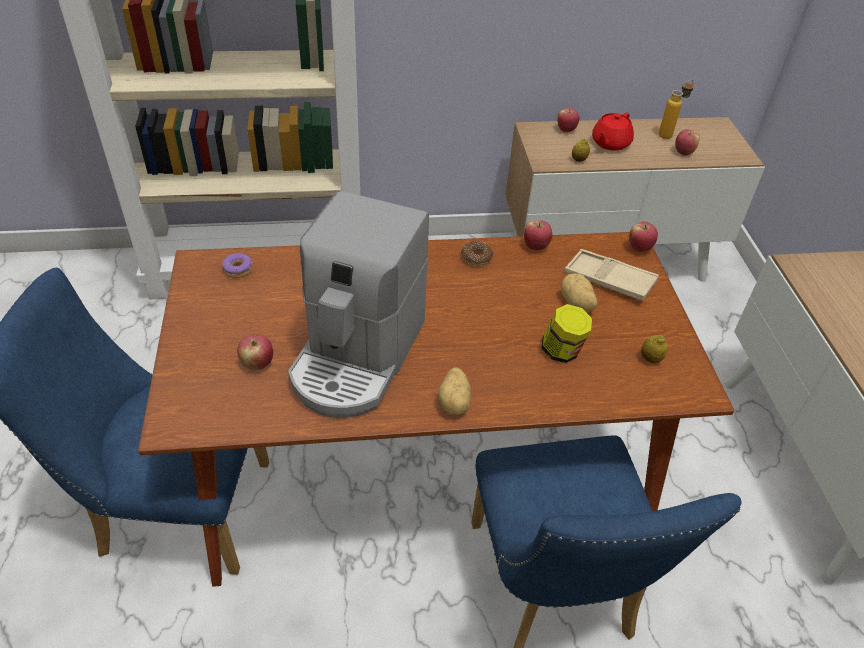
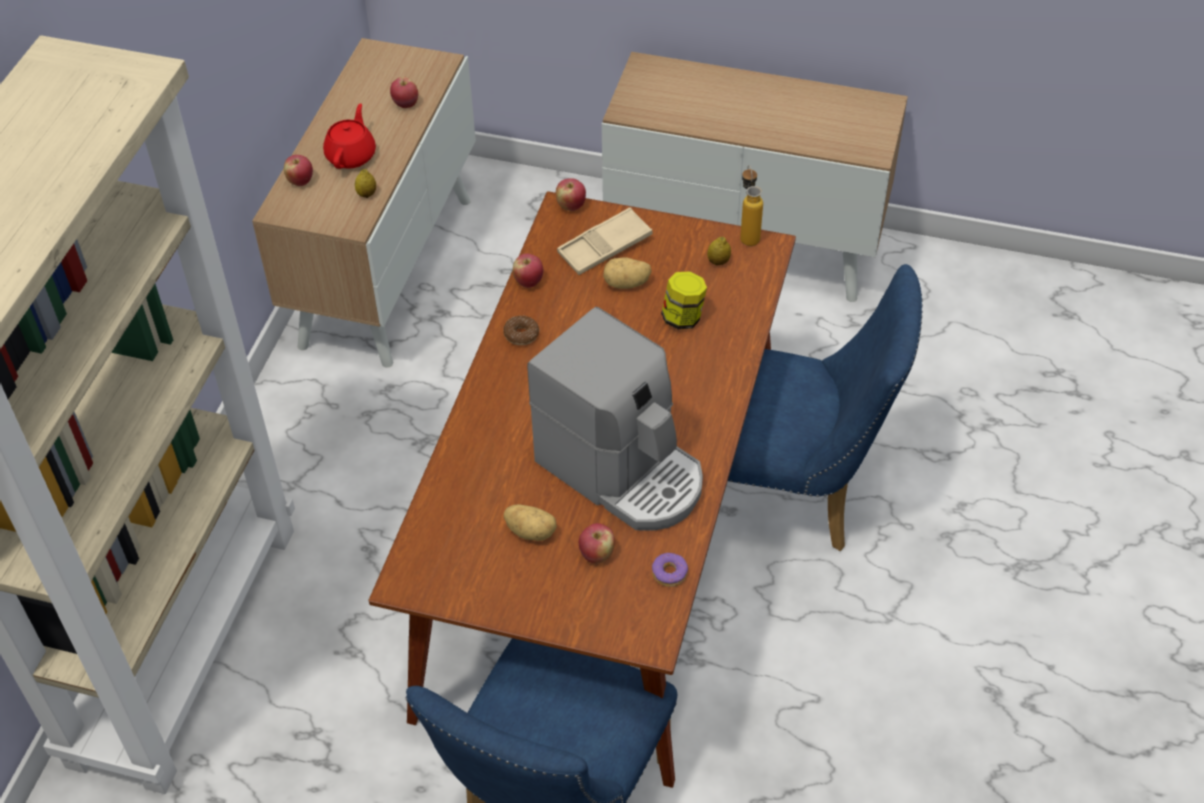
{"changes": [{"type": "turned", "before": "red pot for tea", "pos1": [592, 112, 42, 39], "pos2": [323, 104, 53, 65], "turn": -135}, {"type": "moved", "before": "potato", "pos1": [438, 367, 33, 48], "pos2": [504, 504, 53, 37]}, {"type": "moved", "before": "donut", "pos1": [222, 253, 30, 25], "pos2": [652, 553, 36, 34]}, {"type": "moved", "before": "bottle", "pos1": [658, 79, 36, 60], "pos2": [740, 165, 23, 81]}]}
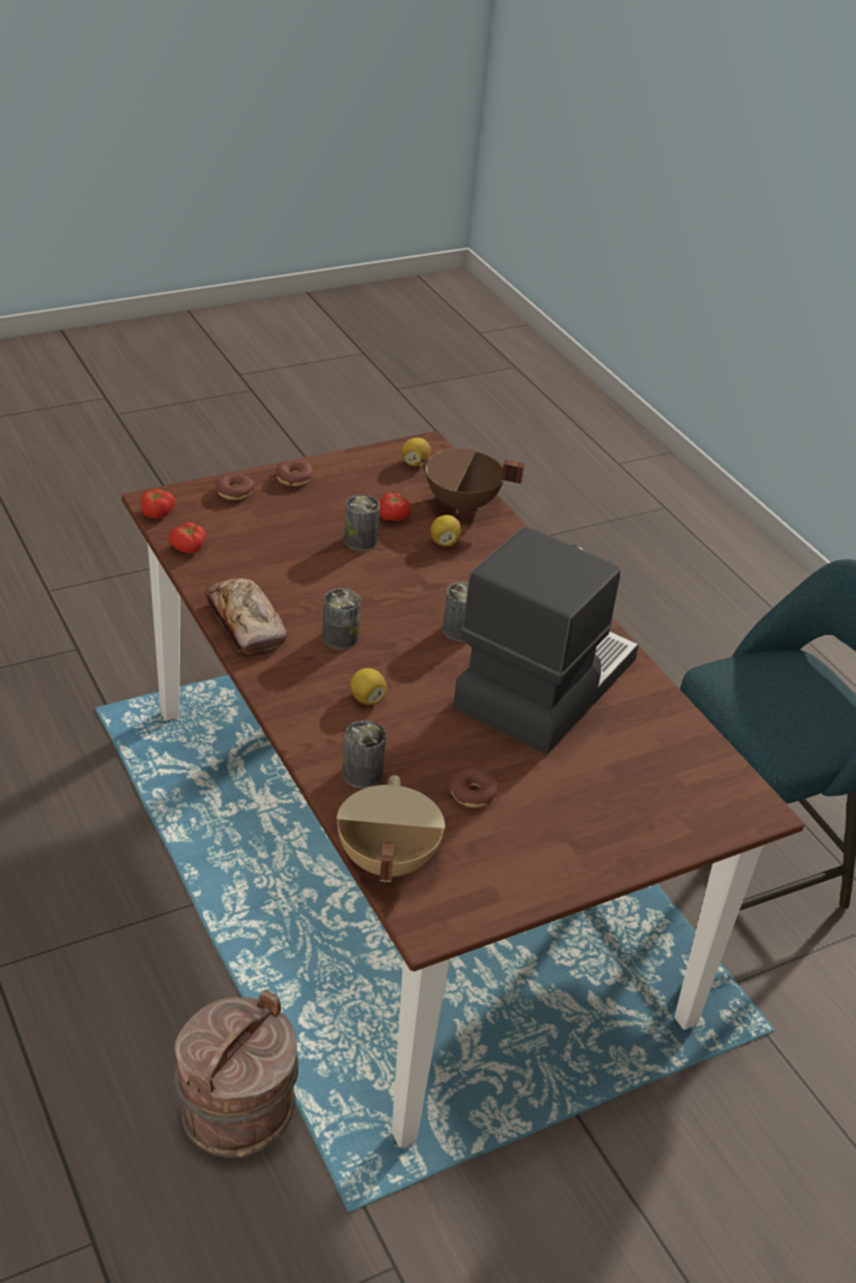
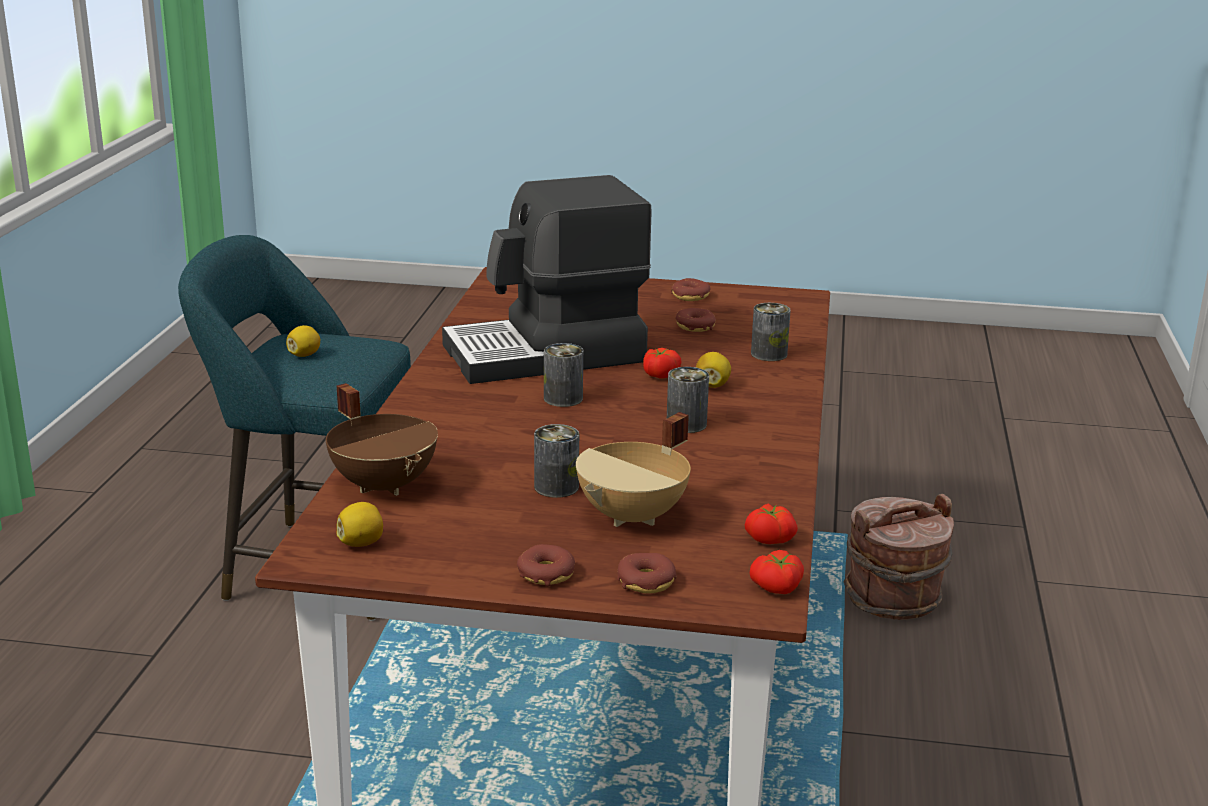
{"changes": [{"type": "moved", "before": "citrus fruit", "pos1": [430, 515, 32, 32], "pos2": [286, 325, 34, 32]}, {"type": "moved", "before": "beige-coloured saucepot", "pos1": [336, 775, 109, 107], "pos2": [576, 412, 115, 115]}, {"type": "moved", "before": "tomato", "pos1": [379, 492, 32, 29], "pos2": [643, 348, 39, 31]}, {"type": "added", "after": "donut", "pos2": [671, 278, 39, 23]}, {"type": "removed", "before": "bakery bread", "pos1": [205, 578, 83, 76]}]}
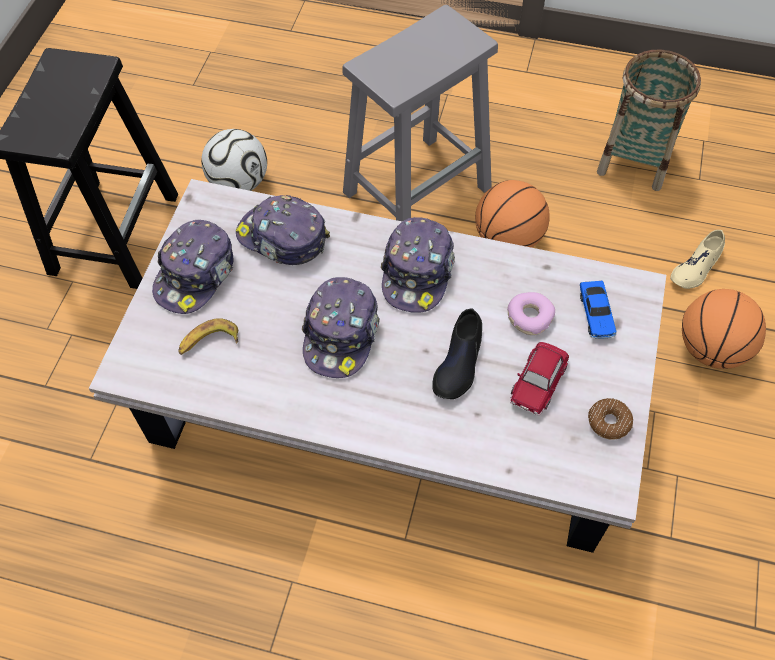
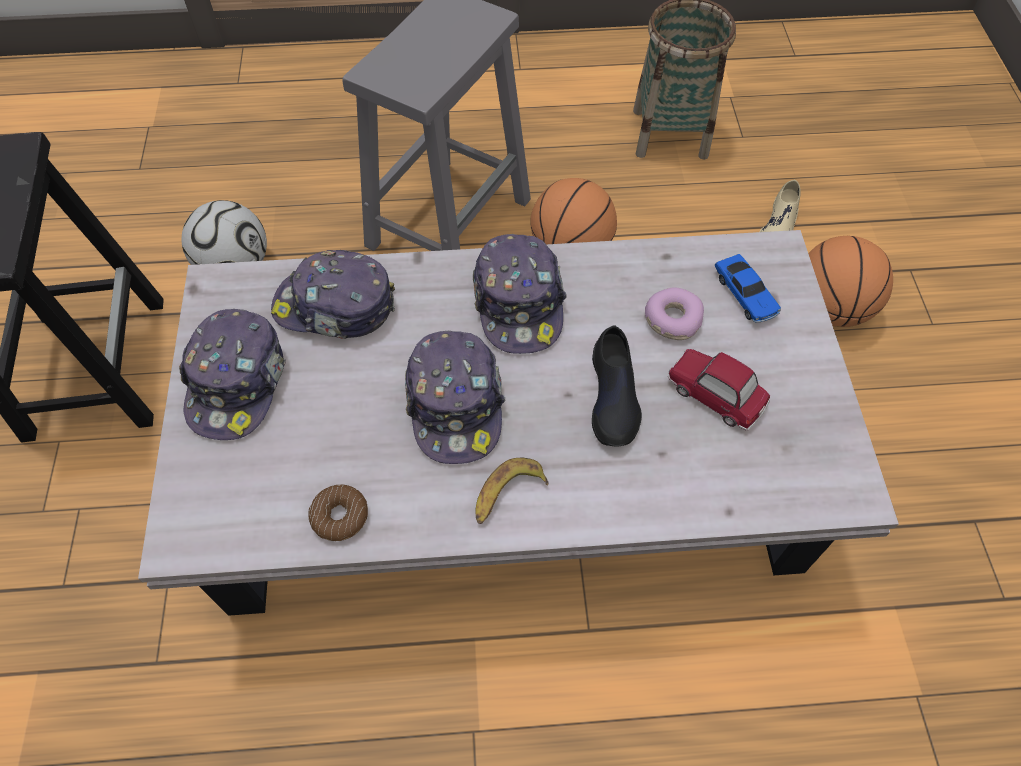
{"changes": [{"type": "moved", "before": "donut", "pos1": [588, 398, 45, 42], "pos2": [309, 485, 59, 56]}, {"type": "moved", "before": "whole banana", "pos1": [178, 318, 60, 37], "pos2": [475, 458, 74, 66]}, {"type": "turned", "before": "miniature car", "pos1": [510, 342, 59, 74], "pos2": [668, 349, 102, 82], "turn": 120}]}
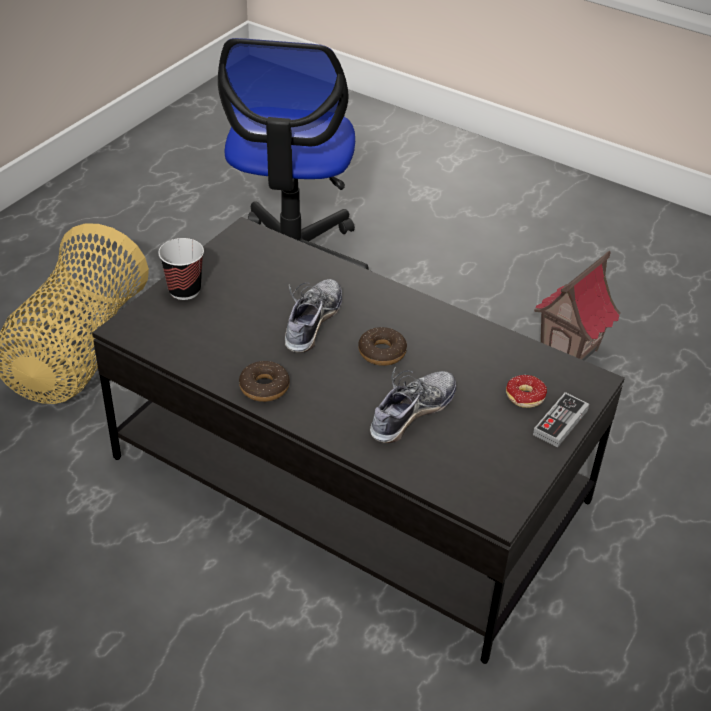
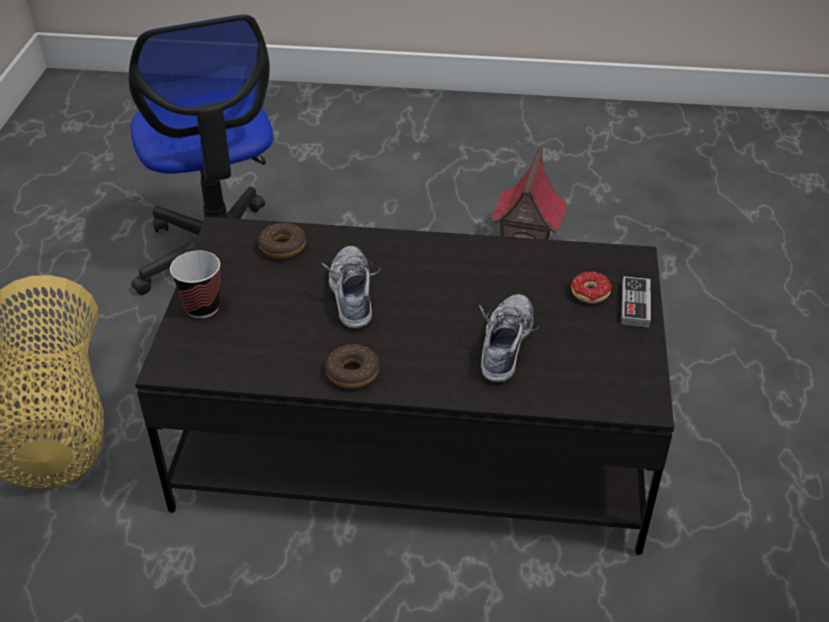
{"changes": [{"type": "moved", "before": "donut", "pos1": [358, 327, 49, 39], "pos2": [258, 223, 48, 36]}]}
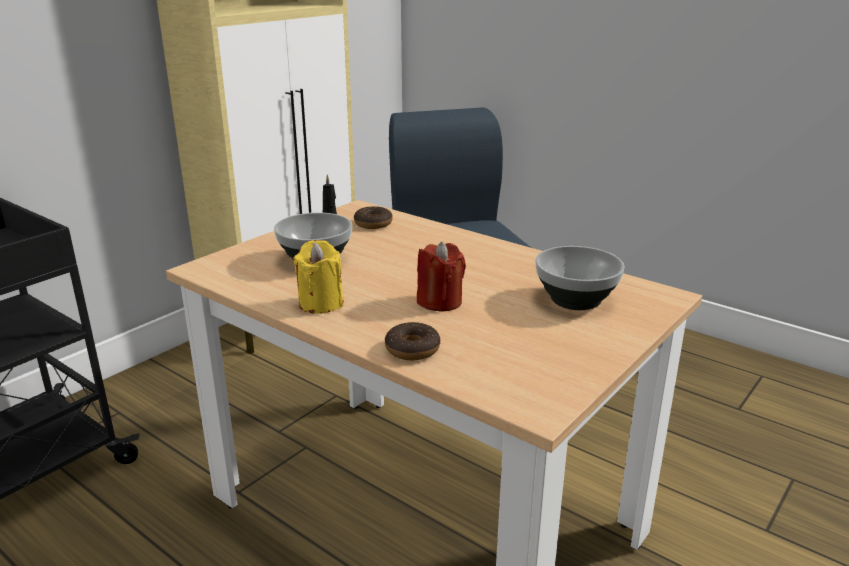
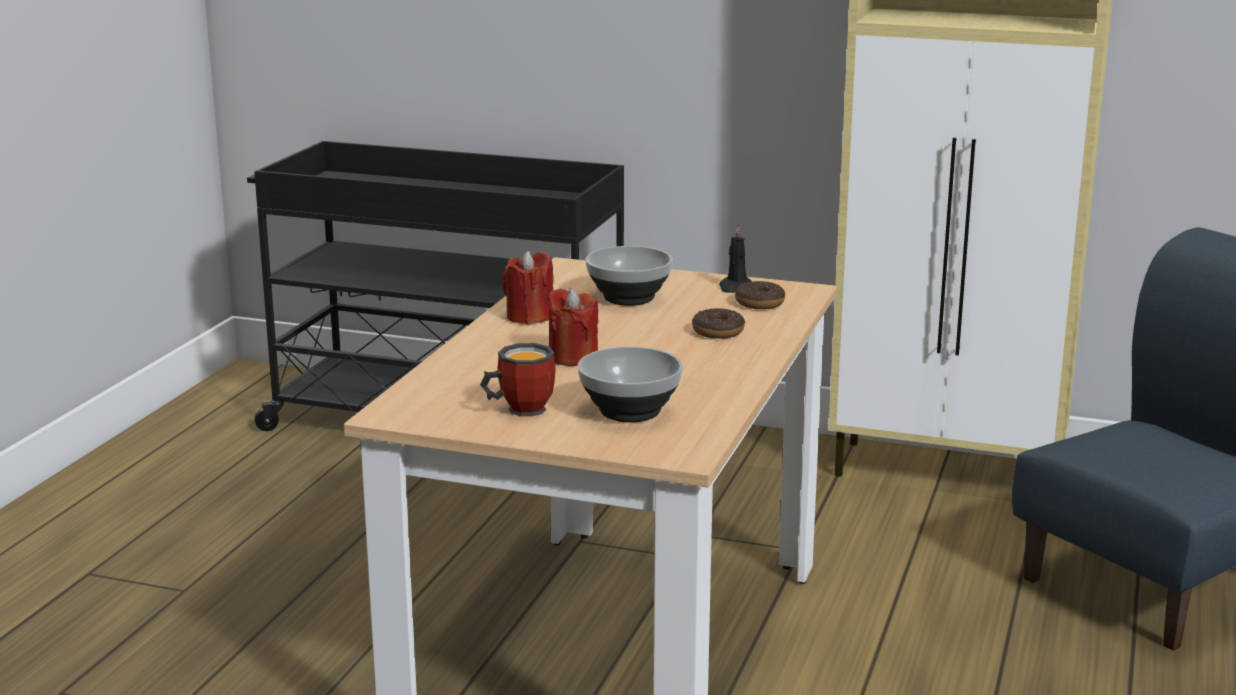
{"changes": [{"type": "added", "after": "coffee mug", "pos2": [480, 343, 76, 74]}, {"type": "recoloured", "before": "yellowish candle", "after": "red candle", "pos1": [293, 240, 51, 74], "pos2": [502, 251, 52, 73]}, {"type": "moved", "before": "donut", "pos1": [385, 322, 55, 38], "pos2": [692, 308, 53, 31]}]}
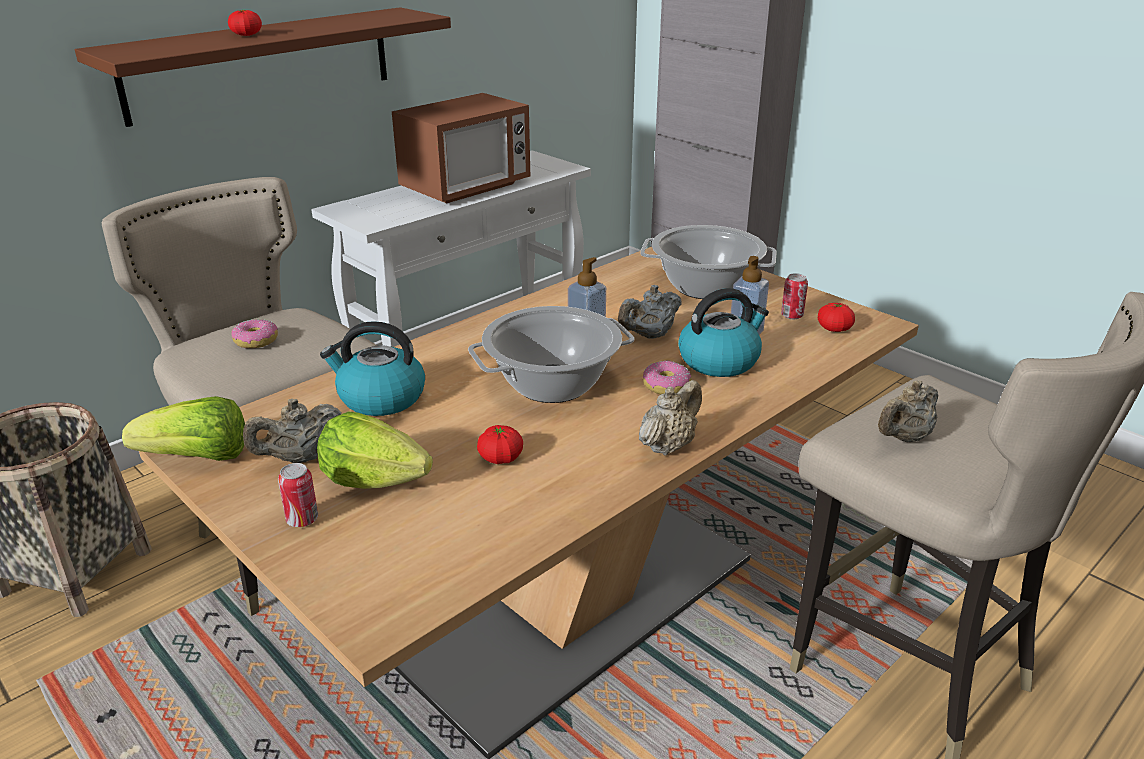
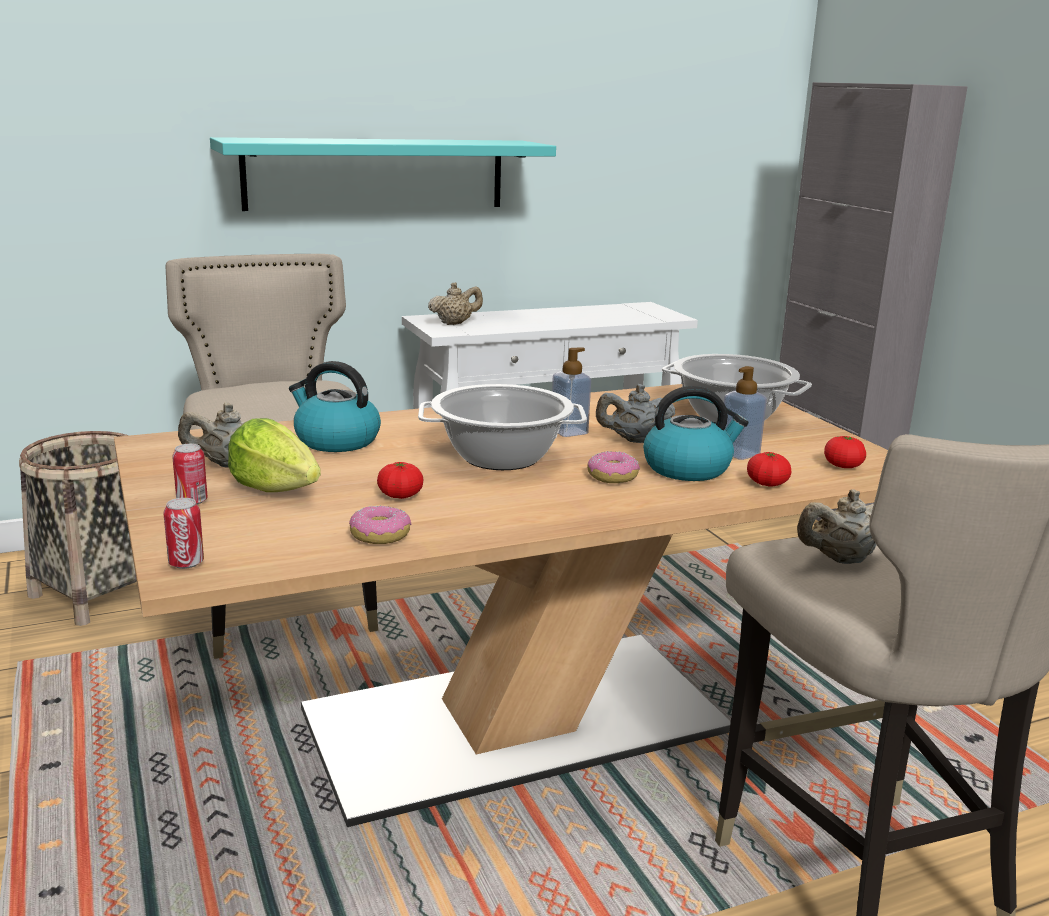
{"changes": [{"type": "moved", "before": "sealed can", "pos1": [781, 273, 27, 46], "pos2": [163, 498, 41, 71]}, {"type": "recoloured", "before": "brown shelf", "after": "turquoise-coloured shelf", "pos1": [75, 7, 376, 120], "pos2": [210, 137, 346, 74]}, {"type": "moved", "before": "donut", "pos1": [231, 319, 47, 29], "pos2": [349, 505, 63, 39]}, {"type": "moved", "before": "beige-coloured pot for tea", "pos1": [639, 380, 63, 75], "pos2": [428, 282, 55, 43]}, {"type": "moved", "before": "tomato", "pos1": [228, 10, 34, 26], "pos2": [747, 452, 44, 35]}, {"type": "removed", "before": "lettuce head", "pos1": [122, 396, 123, 65]}, {"type": "removed", "before": "kitchen microwave", "pos1": [392, 93, 138, 110]}]}
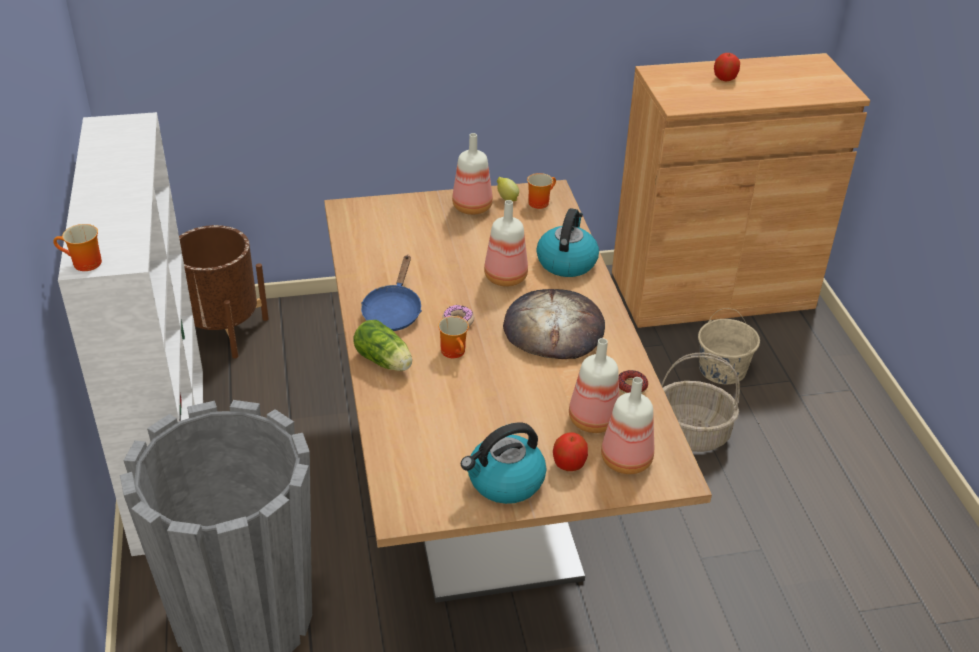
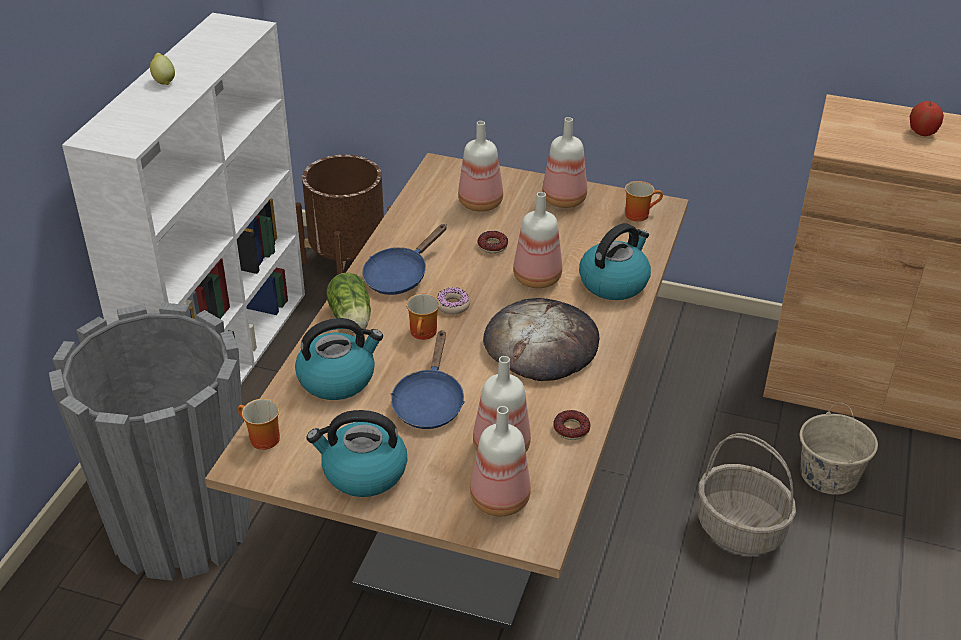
{"changes": [{"type": "moved", "before": "citrus fruit", "pos1": [497, 177, 22, 24], "pos2": [150, 53, 25, 32]}, {"type": "moved", "before": "coffee mug", "pos1": [53, 224, 49, 47], "pos2": [237, 399, 43, 51]}, {"type": "added", "after": "tea kettle", "pos2": [295, 318, 88, 82]}, {"type": "added", "after": "blue-coloured pan", "pos2": [391, 330, 74, 99]}, {"type": "added", "after": "bottle", "pos2": [458, 121, 45, 91]}, {"type": "added", "after": "donut", "pos2": [477, 231, 31, 22]}, {"type": "removed", "before": "apple", "pos1": [553, 432, 35, 39]}]}
